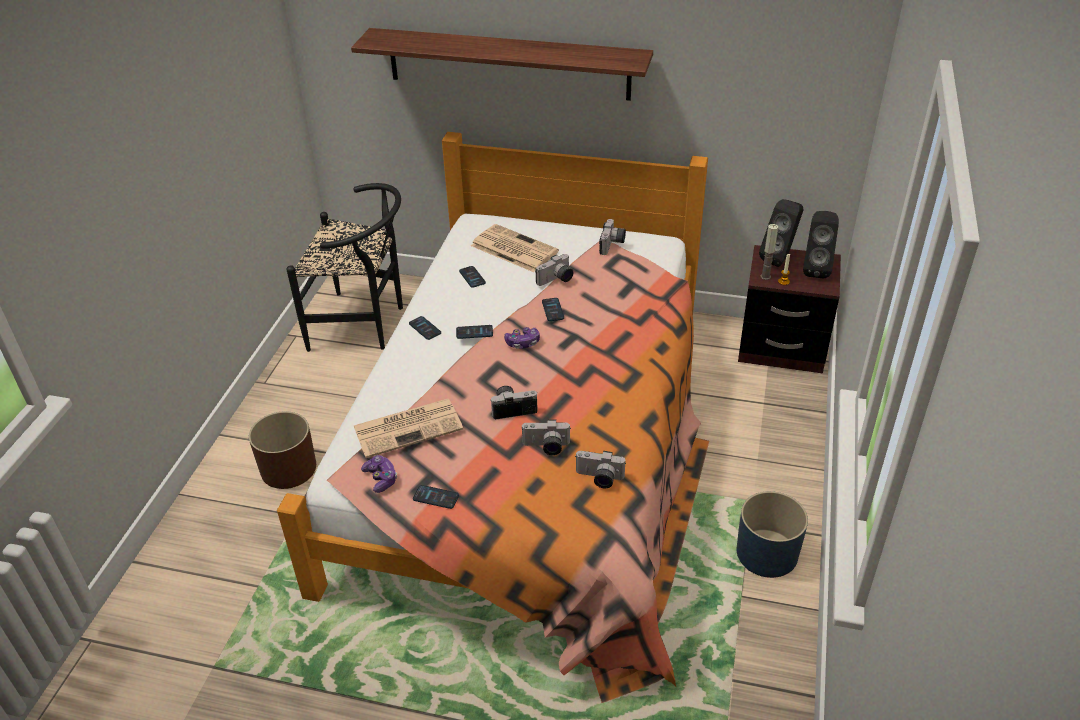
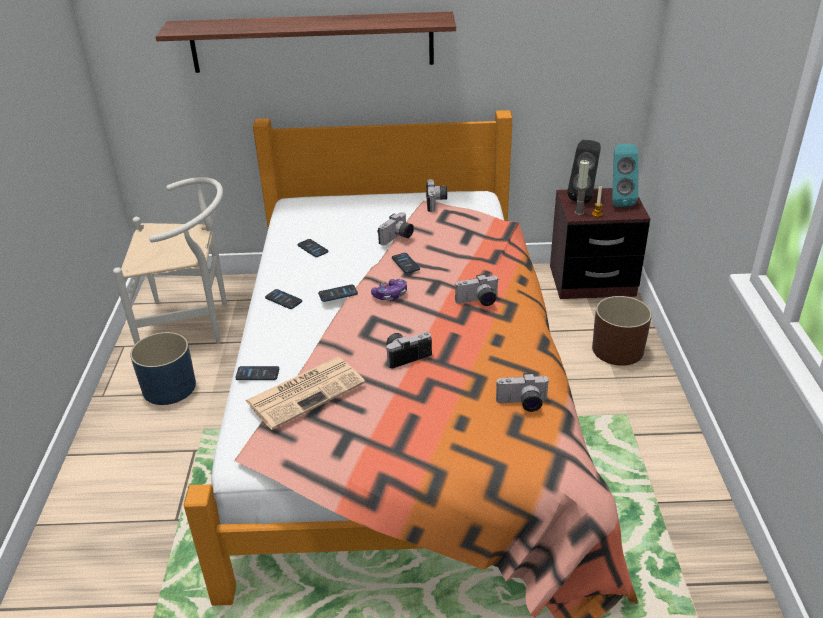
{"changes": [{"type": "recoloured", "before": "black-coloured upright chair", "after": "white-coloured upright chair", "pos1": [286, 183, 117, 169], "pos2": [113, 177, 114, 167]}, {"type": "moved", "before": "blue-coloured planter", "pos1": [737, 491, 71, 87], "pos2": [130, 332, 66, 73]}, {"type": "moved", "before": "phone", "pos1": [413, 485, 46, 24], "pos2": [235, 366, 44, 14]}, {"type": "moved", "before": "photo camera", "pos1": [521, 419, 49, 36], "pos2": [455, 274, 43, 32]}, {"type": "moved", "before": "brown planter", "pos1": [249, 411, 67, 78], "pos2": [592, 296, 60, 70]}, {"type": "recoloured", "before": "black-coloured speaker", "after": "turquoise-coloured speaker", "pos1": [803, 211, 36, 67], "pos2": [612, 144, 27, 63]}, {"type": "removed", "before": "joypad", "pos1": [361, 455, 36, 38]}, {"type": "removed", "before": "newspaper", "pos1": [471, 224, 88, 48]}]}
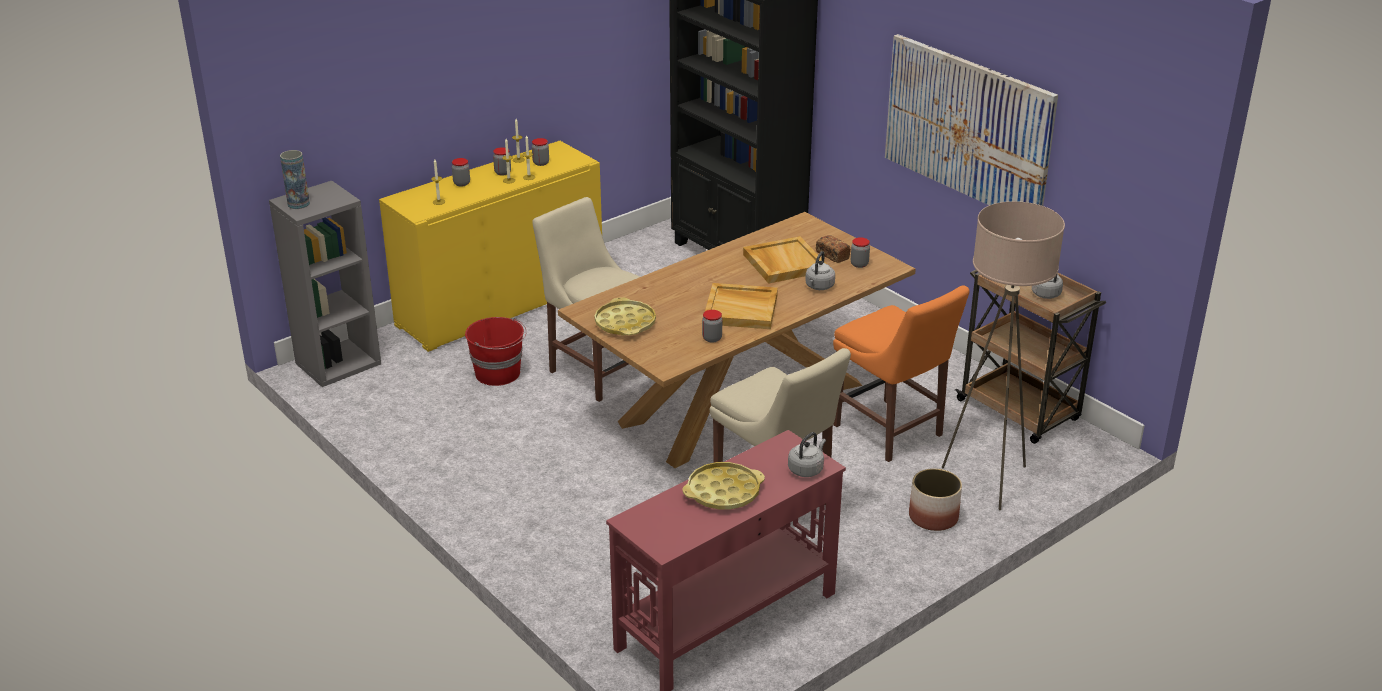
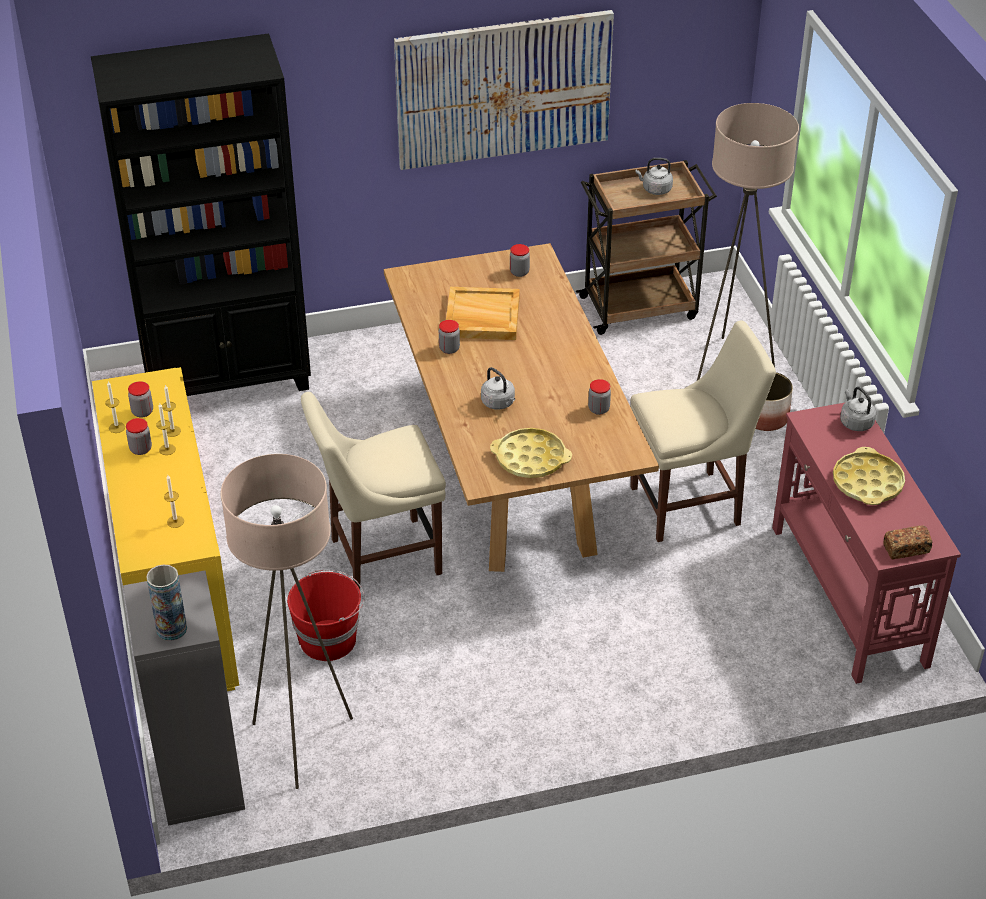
{"changes": [{"type": "added", "after": "beige-coloured standard lamp", "pos2": [220, 454, 133, 335]}, {"type": "moved", "before": "jar", "pos1": [452, 158, 18, 29], "pos2": [439, 320, 21, 34]}, {"type": "moved", "before": "grey tea kettle", "pos1": [805, 251, 30, 39], "pos2": [481, 367, 34, 43]}, {"type": "moved", "before": "bakery bread", "pos1": [816, 235, 35, 28], "pos2": [883, 526, 50, 34]}, {"type": "removed", "before": "beige-coloured tray", "pos1": [705, 283, 73, 46]}, {"type": "removed", "before": "orange-coloured upright chair", "pos1": [833, 285, 137, 177]}]}
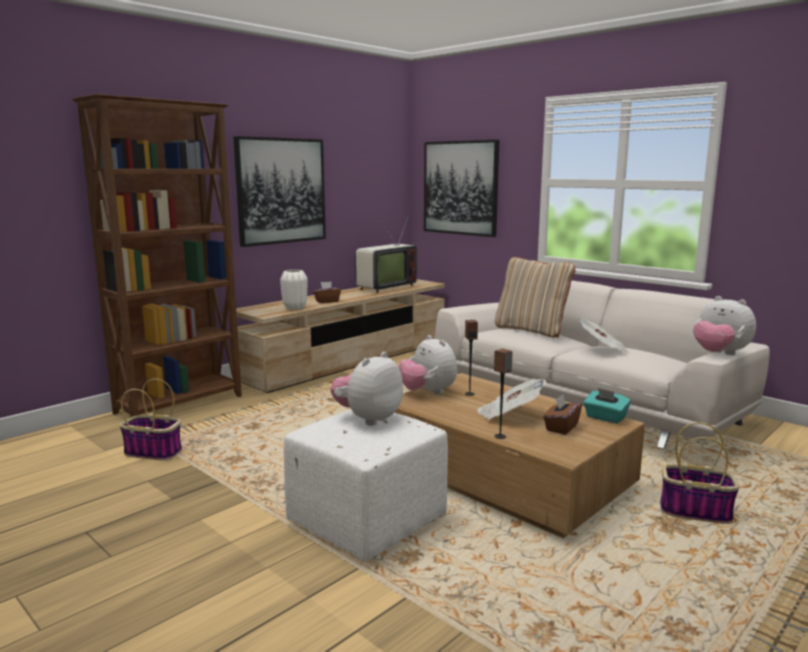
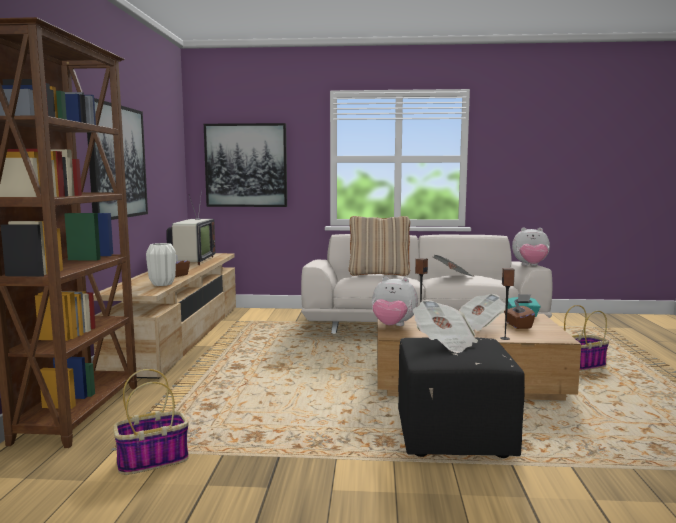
{"changes": [{"type": "recoloured", "before": "white-coloured ottoman", "after": "black-coloured ottoman", "pos1": [284, 409, 164, 153], "pos2": [398, 337, 127, 121]}, {"type": "replaced", "before": "soft toy", "after": "newspaper", "pos1": [330, 352, 73, 74], "pos2": [413, 300, 65, 53]}]}
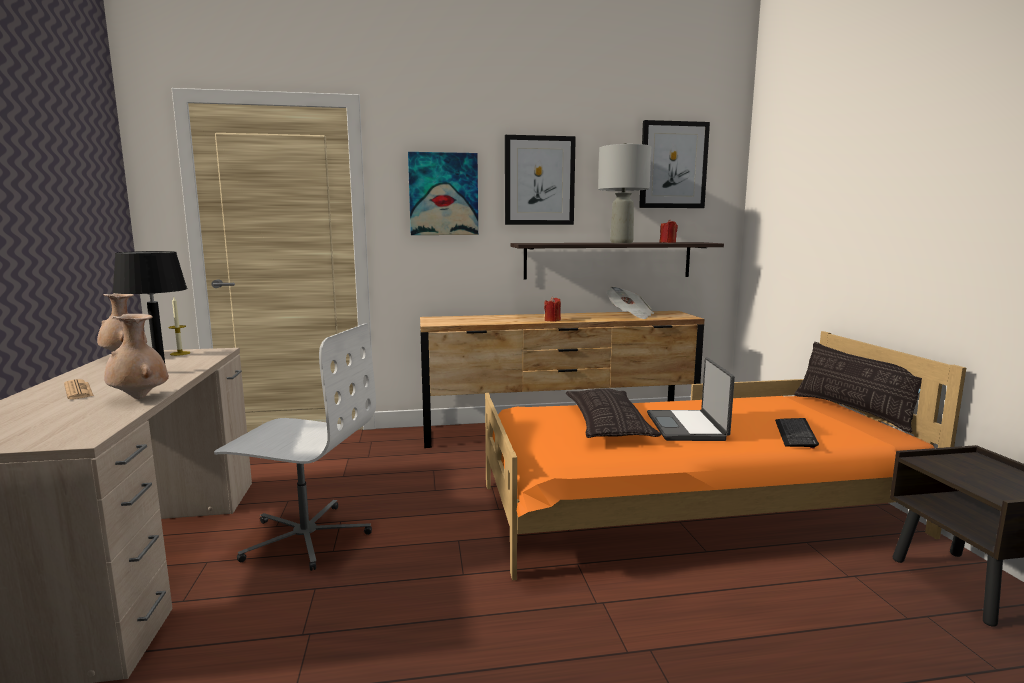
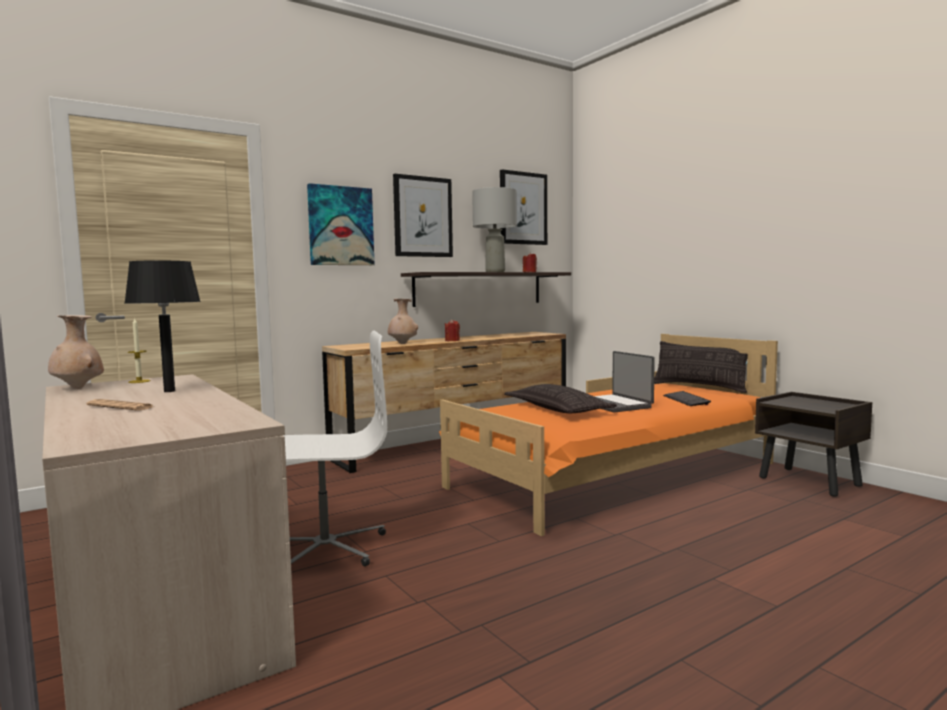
{"changes": [{"type": "moved", "before": "beige-coloured decorative vase", "pos1": [104, 314, 65, 85], "pos2": [388, 299, 30, 45]}, {"type": "removed", "before": "newspaper", "pos1": [606, 286, 48, 33]}]}
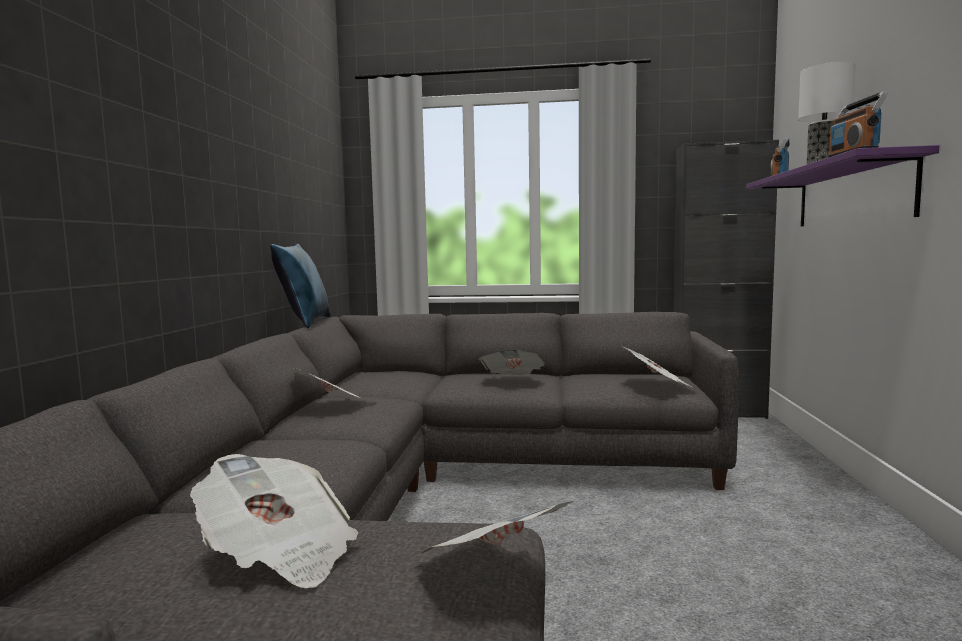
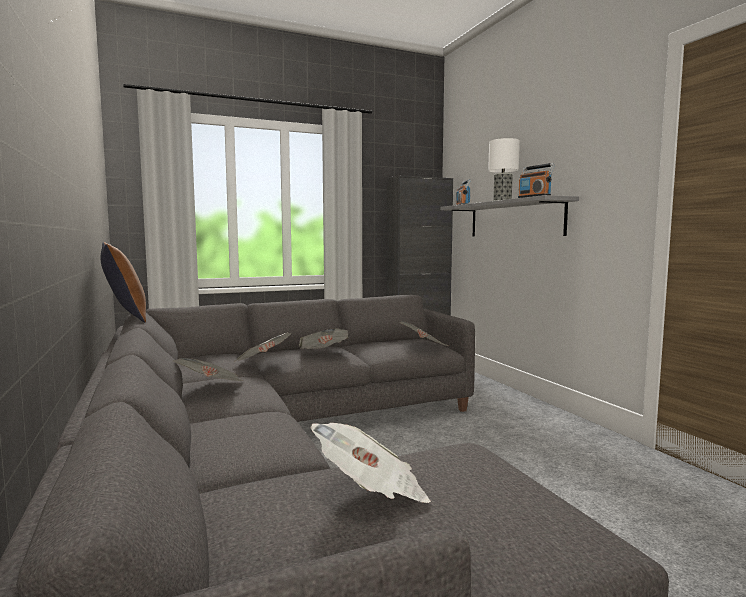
{"changes": [{"type": "recoloured", "before": "blue-coloured throw pillow", "after": "brown throw pillow", "pos1": [270, 244, 61, 84], "pos2": [101, 242, 45, 80]}, {"type": "moved", "before": "newspaper", "pos1": [417, 501, 157, 53], "pos2": [234, 332, 57, 30]}, {"type": "recoloured", "before": "purplish shelf", "after": "grey shelf", "pos1": [746, 145, 193, 81], "pos2": [440, 195, 139, 41]}]}
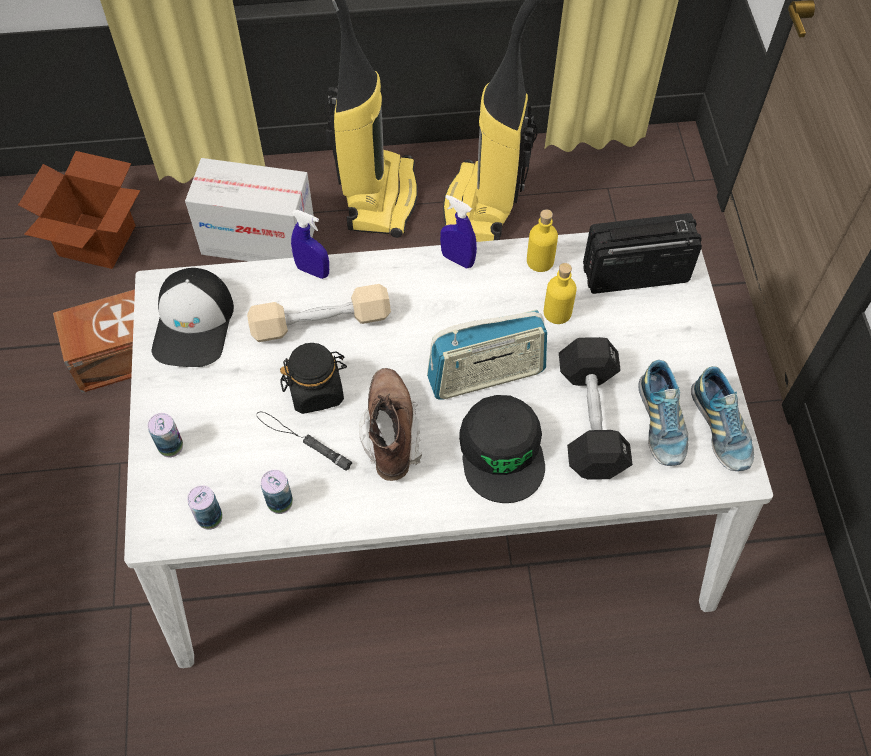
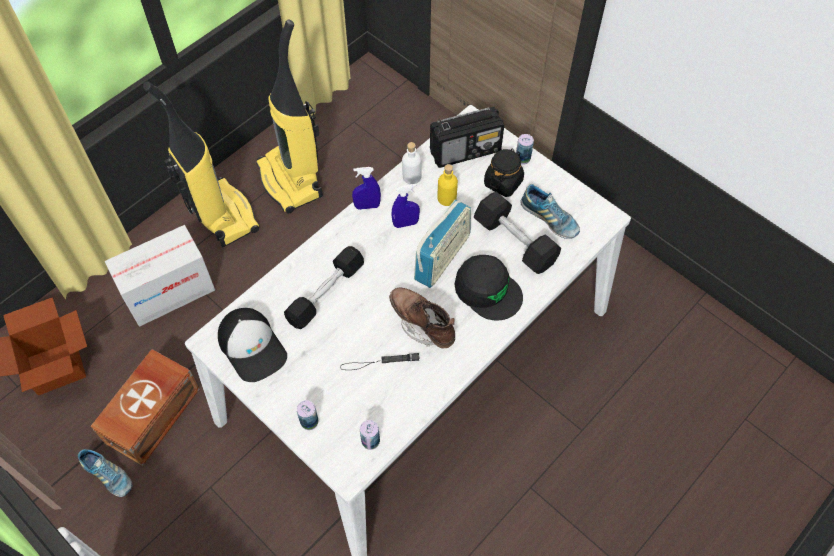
{"changes": [{"type": "moved", "before": "low shoe", "pos1": [691, 366, 63, 105], "pos2": [78, 449, 54, 48]}, {"type": "recoloured", "before": "beige-coloured dumbbell", "after": "black-coloured dumbbell", "pos1": [247, 284, 144, 58], "pos2": [284, 246, 80, 83]}, {"type": "moved", "before": "blue-coloured hand sprayer", "pos1": [291, 210, 38, 69], "pos2": [391, 184, 29, 44]}, {"type": "recoloured", "before": "yellowish bottle", "after": "white-coloured bottle", "pos1": [527, 209, 31, 63], "pos2": [402, 142, 20, 42]}, {"type": "turned", "before": "radio set", "pos1": [583, 213, 119, 81], "pos2": [430, 107, 74, 61], "turn": -150}, {"type": "moved", "before": "black-coloured jar", "pos1": [280, 343, 67, 71], "pos2": [484, 148, 40, 49]}, {"type": "moved", "before": "sealed can", "pos1": [261, 470, 32, 44], "pos2": [516, 134, 18, 31]}]}
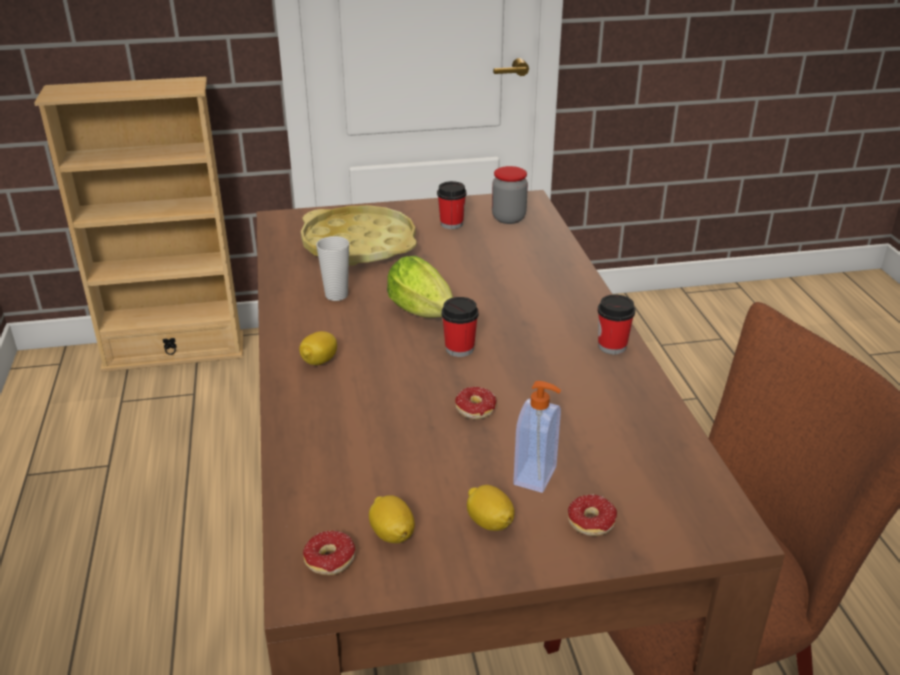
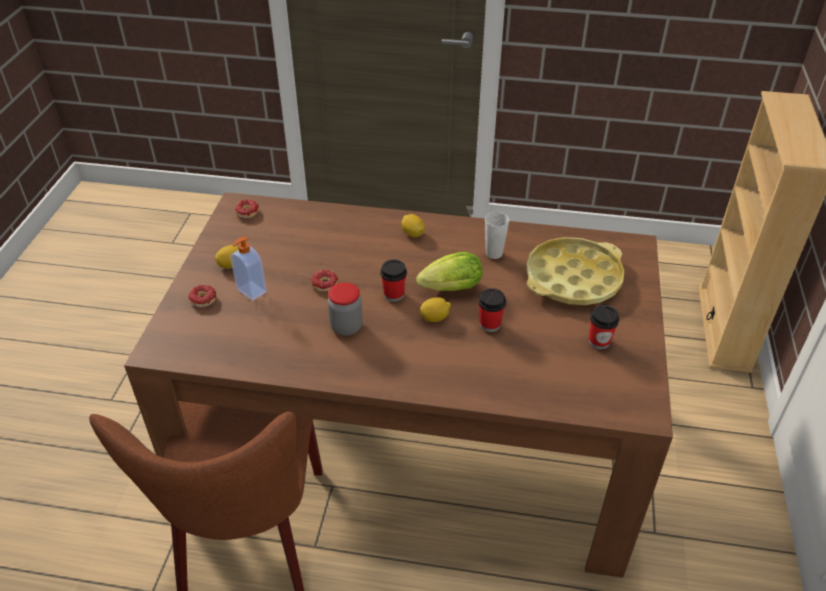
{"changes": [{"type": "moved", "before": "jar", "pos1": [492, 166, 36, 58], "pos2": [328, 282, 35, 54]}, {"type": "moved", "before": "citrus fruit", "pos1": [369, 495, 46, 48], "pos2": [420, 297, 31, 25]}, {"type": "moved", "before": "drinking cup", "pos1": [598, 295, 37, 59], "pos2": [478, 288, 28, 44]}]}
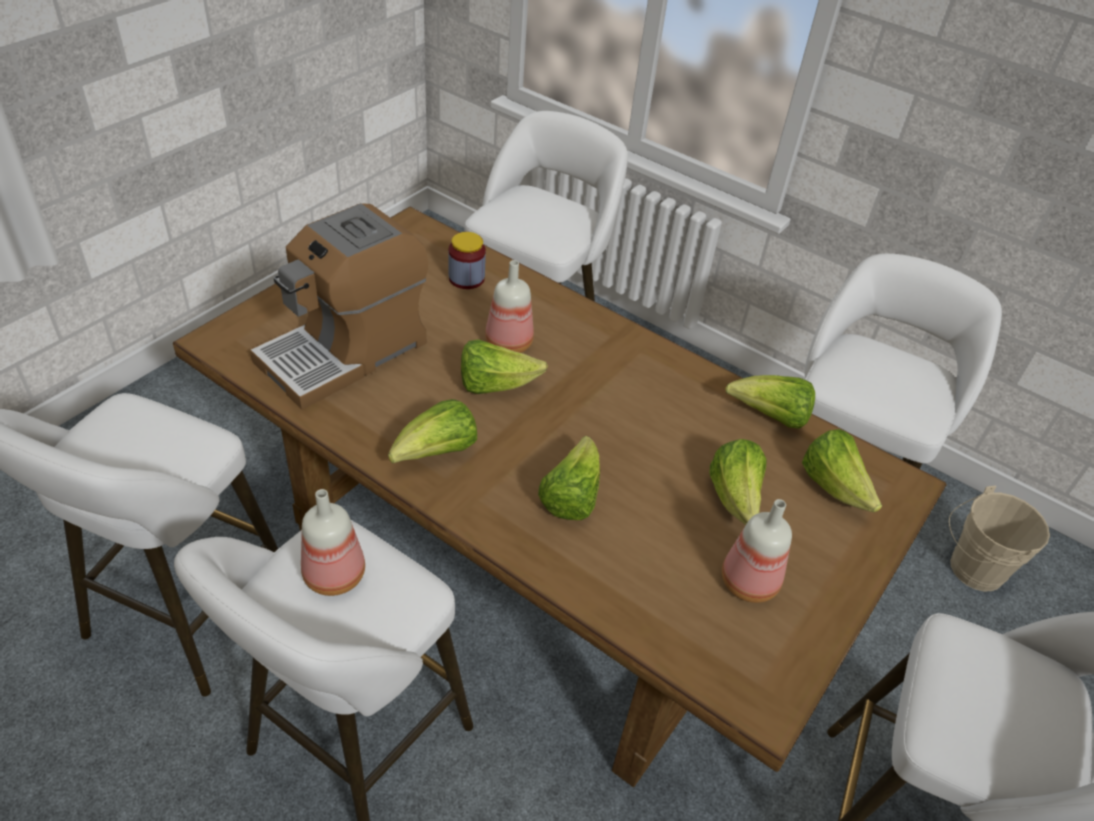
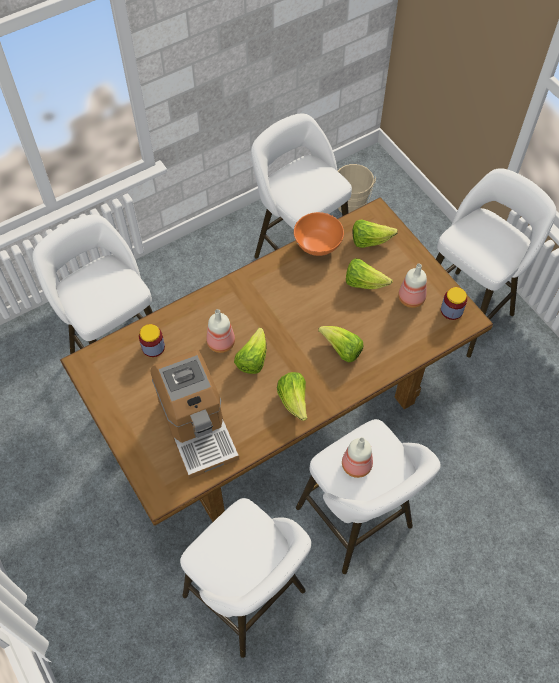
{"changes": [{"type": "replaced", "before": "lettuce head", "after": "orange-coloured deep dish", "pos1": [725, 375, 90, 54], "pos2": [294, 212, 50, 44]}, {"type": "added", "after": "jar", "pos2": [441, 287, 26, 33]}]}
